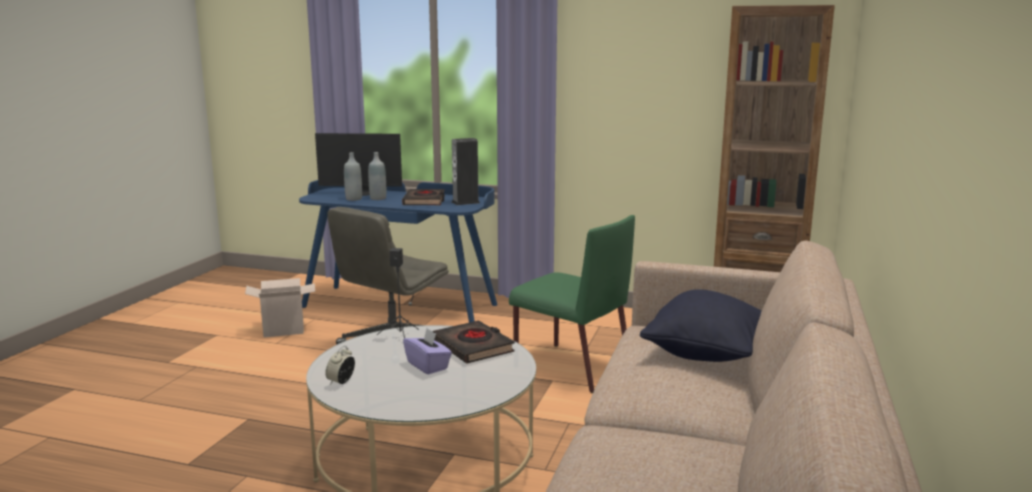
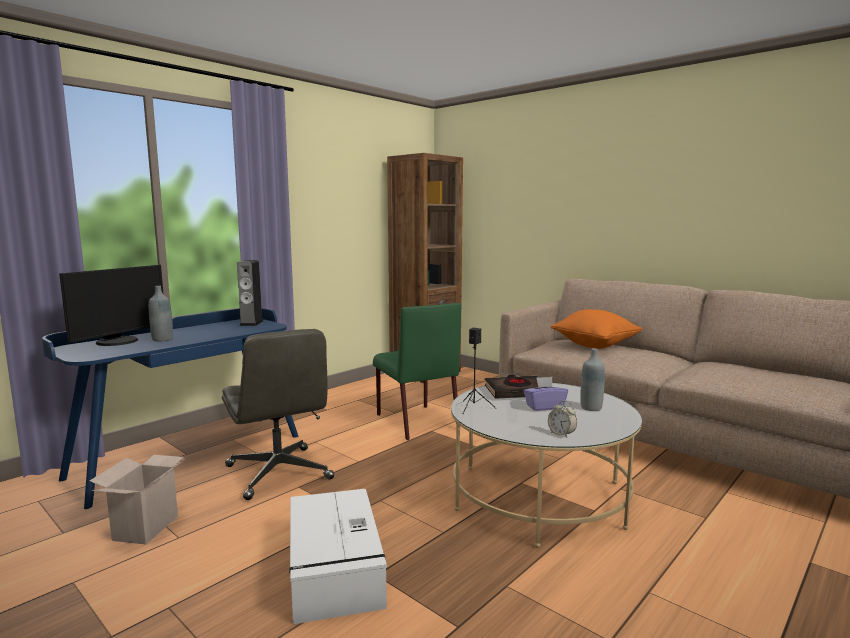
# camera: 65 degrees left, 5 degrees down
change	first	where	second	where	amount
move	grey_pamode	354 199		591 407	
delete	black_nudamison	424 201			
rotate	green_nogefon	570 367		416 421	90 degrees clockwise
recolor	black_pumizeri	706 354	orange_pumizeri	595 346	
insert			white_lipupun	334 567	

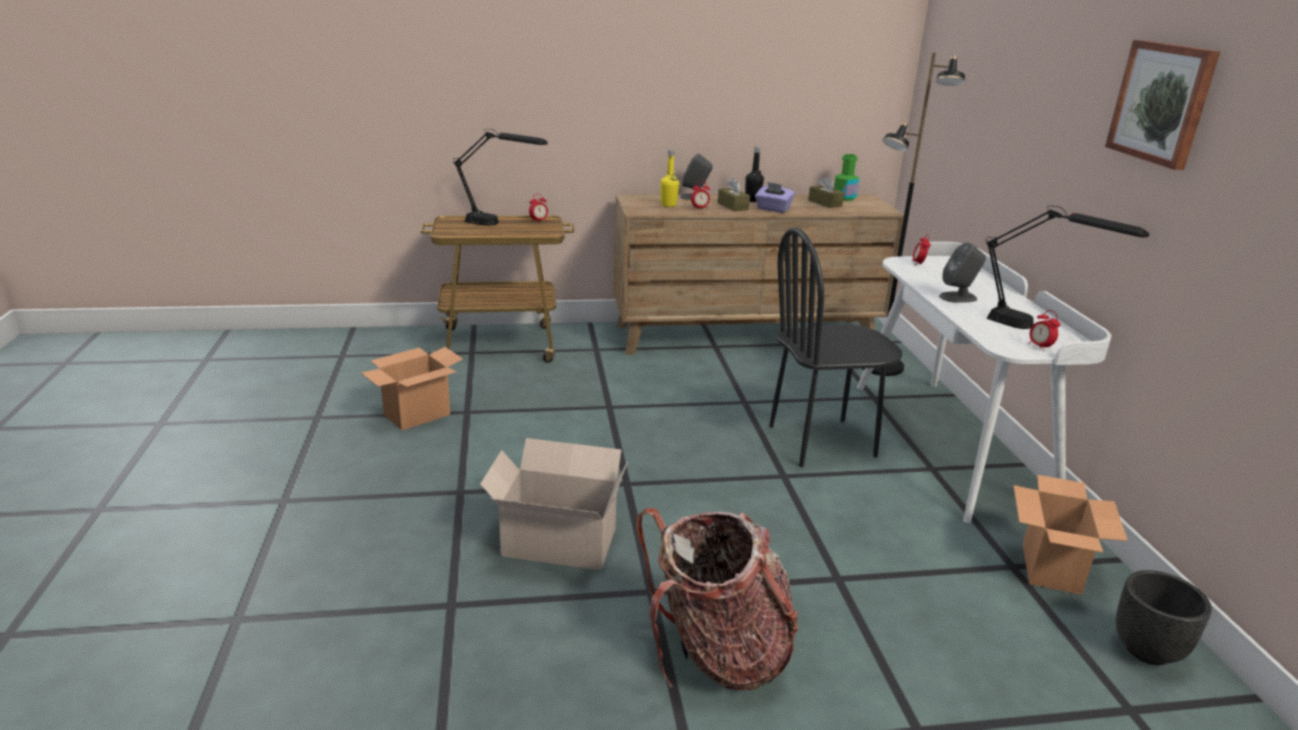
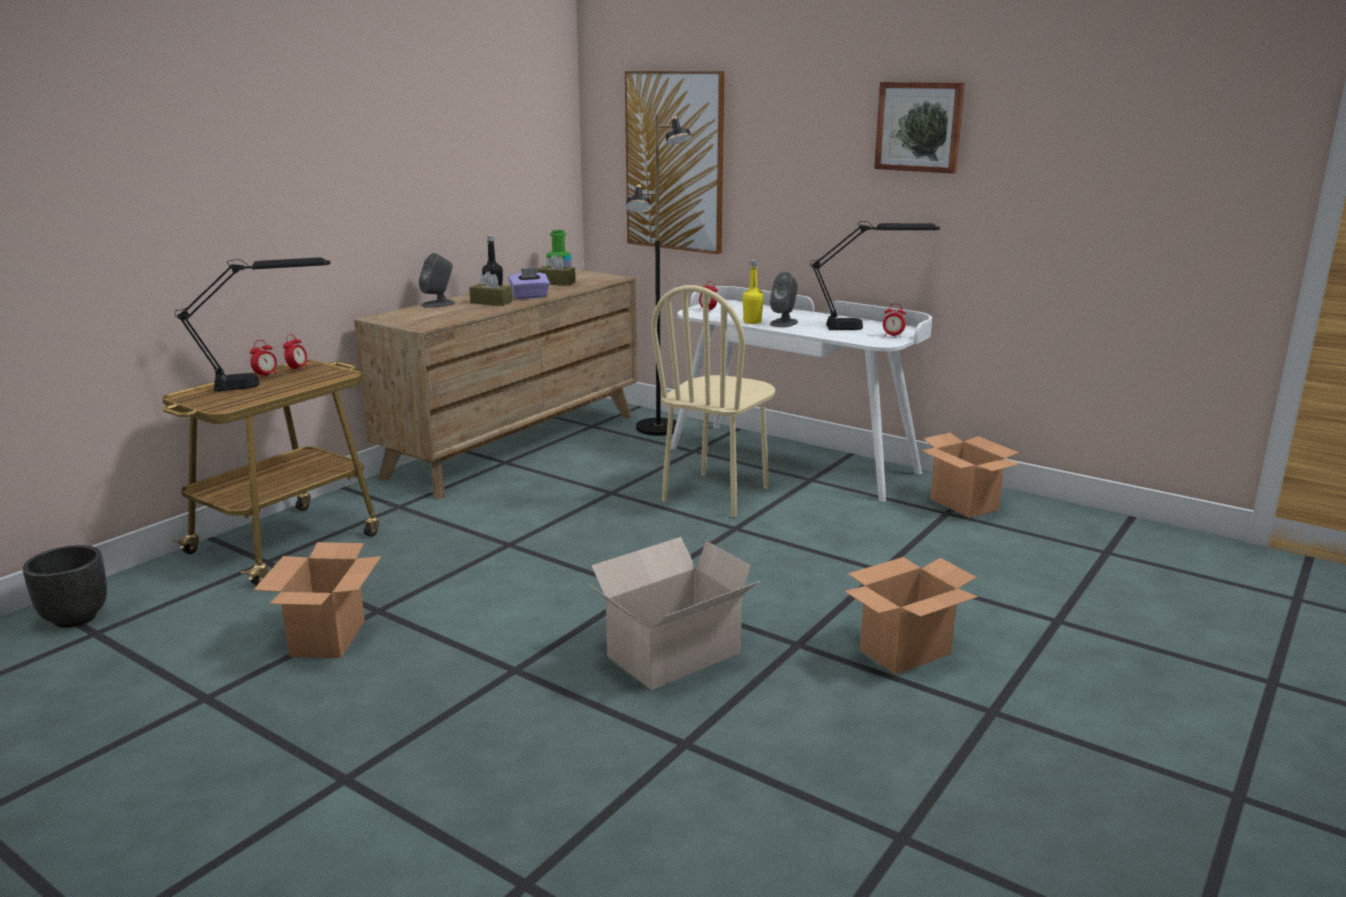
# camera: 45 degrees left, 5 degrees down
change	first	where	second	where	amount
move	yellow_pamode	668 205		752 322	
move	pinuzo	700 209		266 376	
recolor	black_nogefon	822 441	beige_nogefon	716 494	
replace	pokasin	716 654	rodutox	904 652	
move	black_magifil	1148 651		76 618	
insert			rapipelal	675 162	

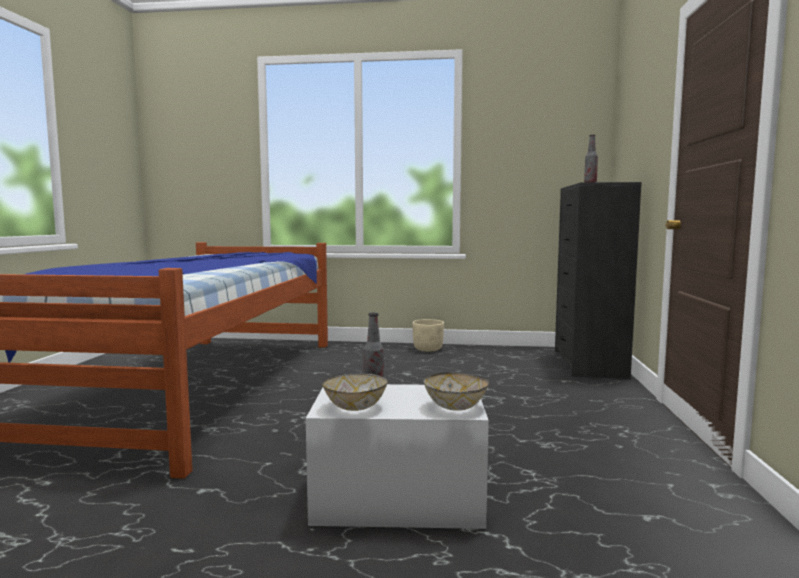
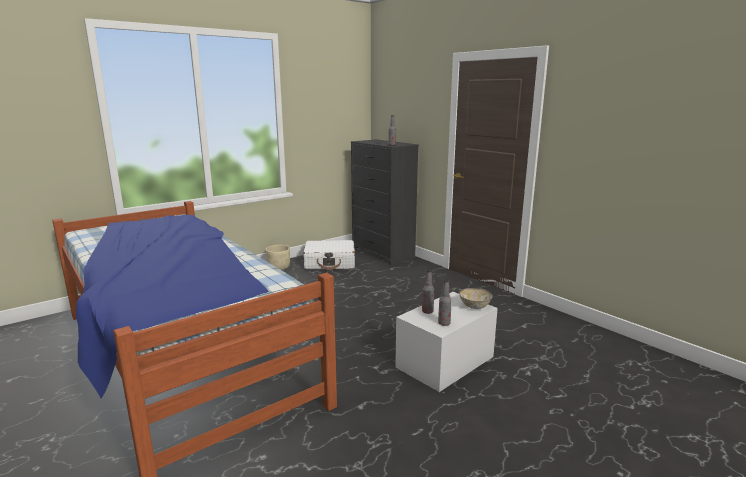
# camera: 45 degrees left, 10 degrees up
change	first	where	second	where	amount
replace	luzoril	354 407	pamode	444 323	
insert			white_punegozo	330 263	

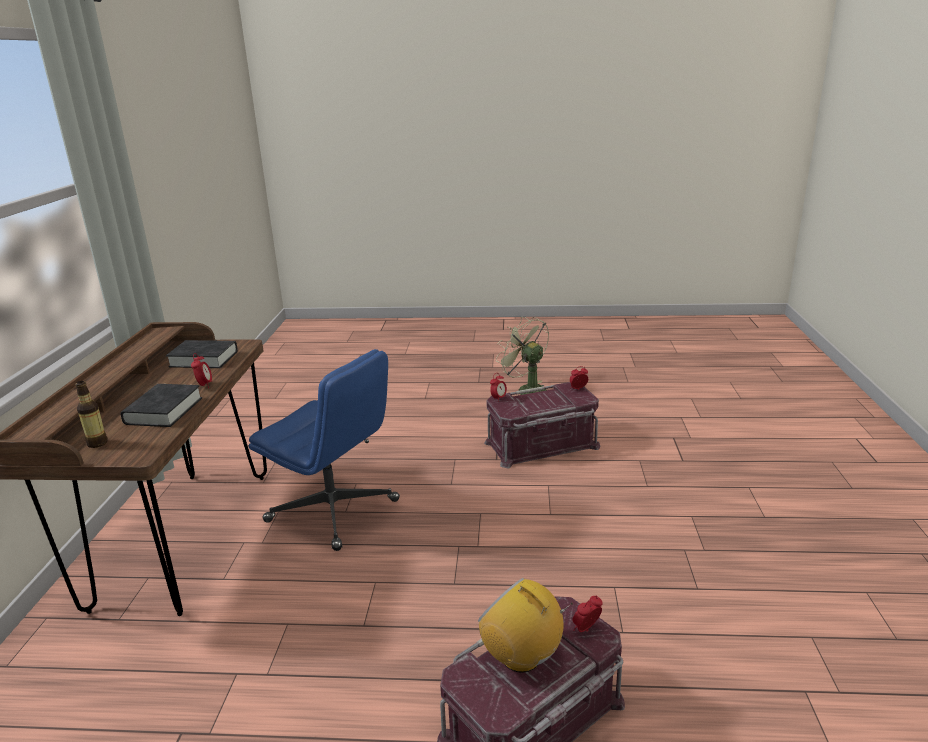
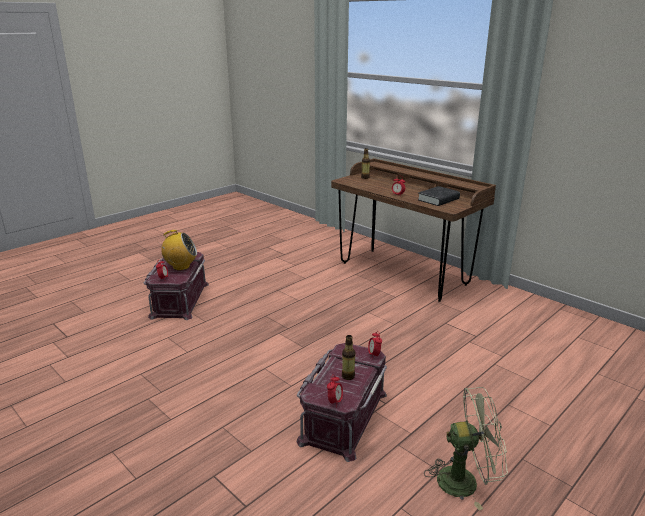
# camera: 130 degrees right, 0 degrees up
change	first	where	second	where	amount
delete	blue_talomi	334 511			
delete	black_nudamison	164 411			
insert			pamode	348 376	

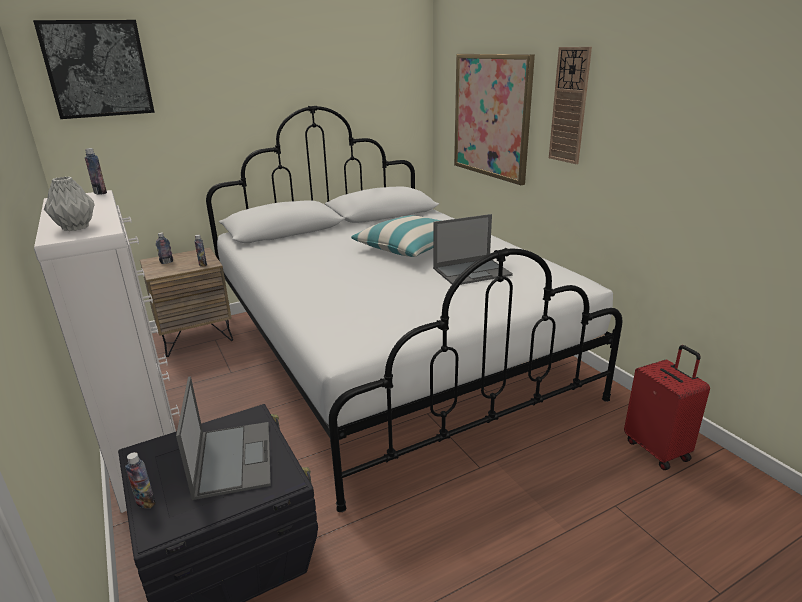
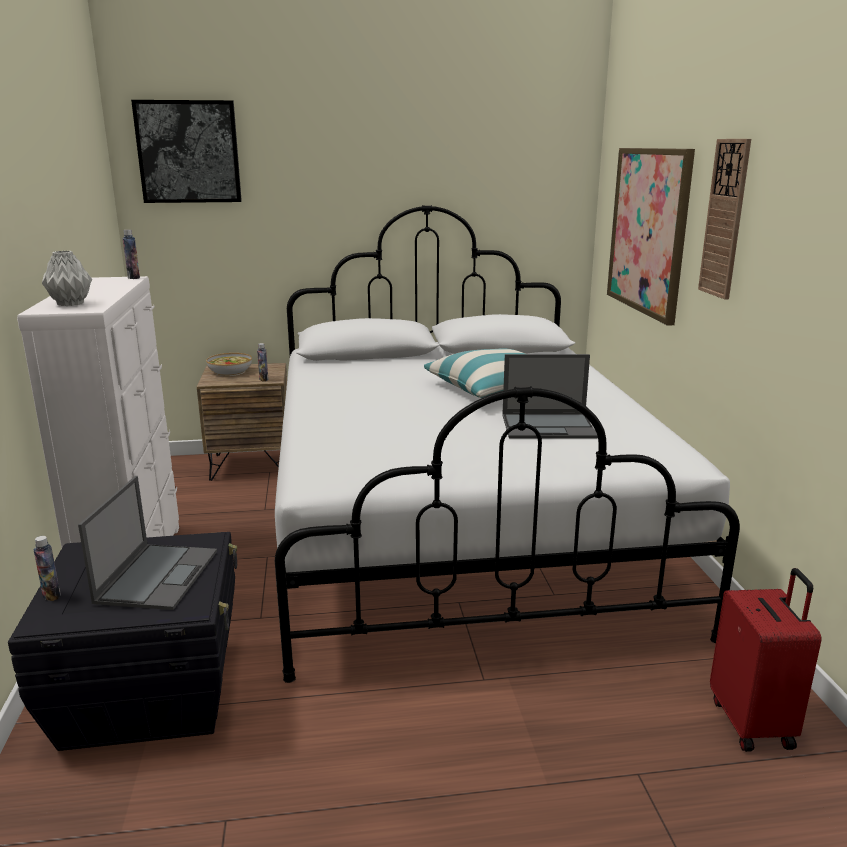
# camera: 20 degrees right, 5 degrees down
change	first	where	second	where	amount
replace	pamode	166 262	luzoril	230 372	

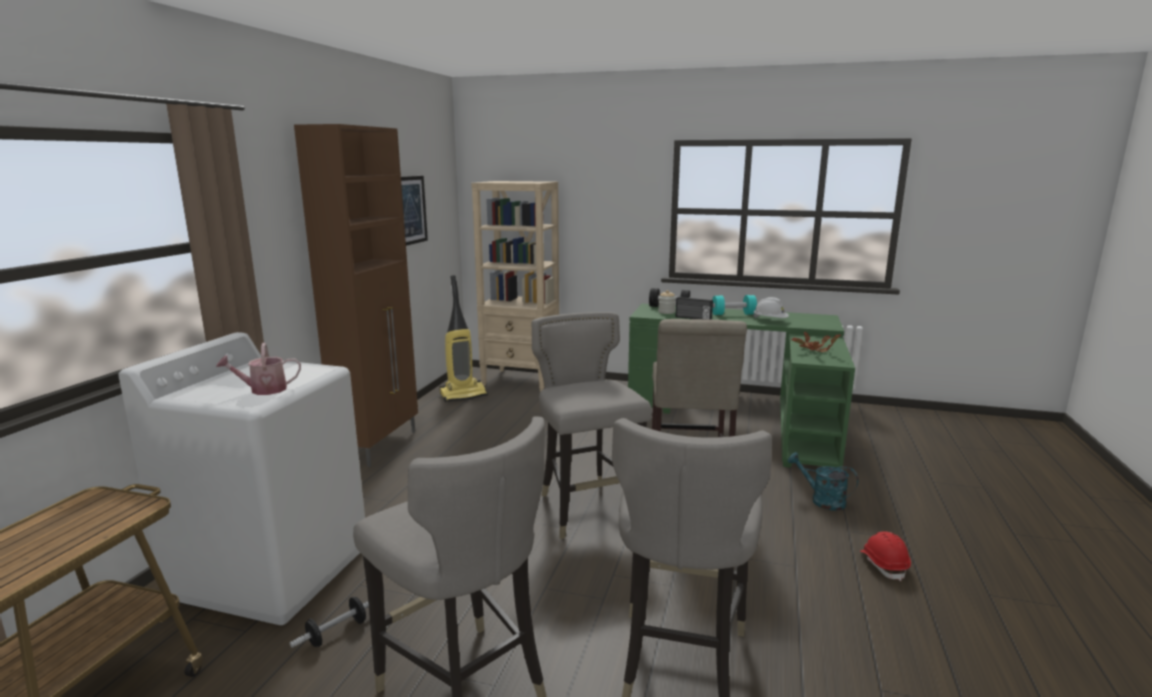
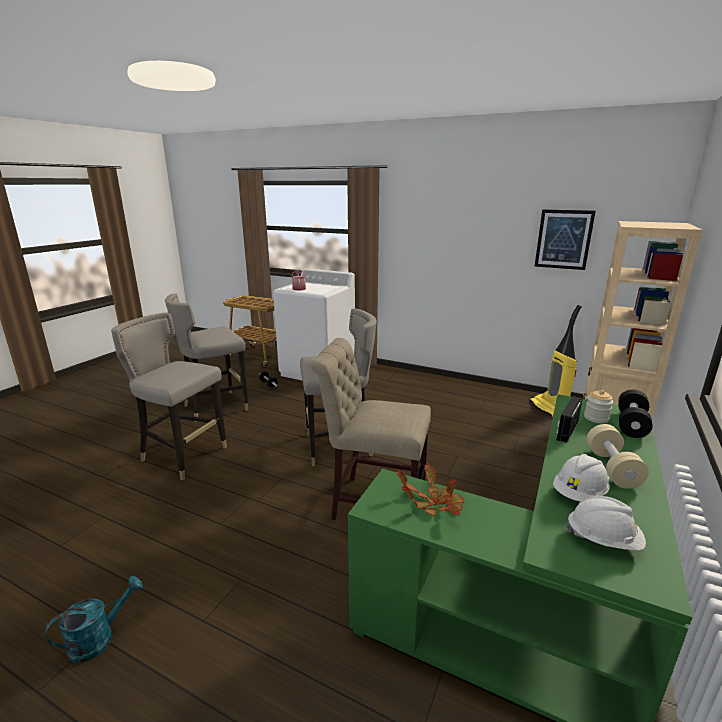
# camera: 100 degrees right, 5 degrees up
change	first	where	second	where	amount
delete	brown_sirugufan	379 445			
recolor	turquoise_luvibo	733 314	beige_luvibo	612 468	
move	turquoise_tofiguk	822 500		99 638	
delete	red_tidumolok	883 564			
insert			white_tidumolok	603 540	

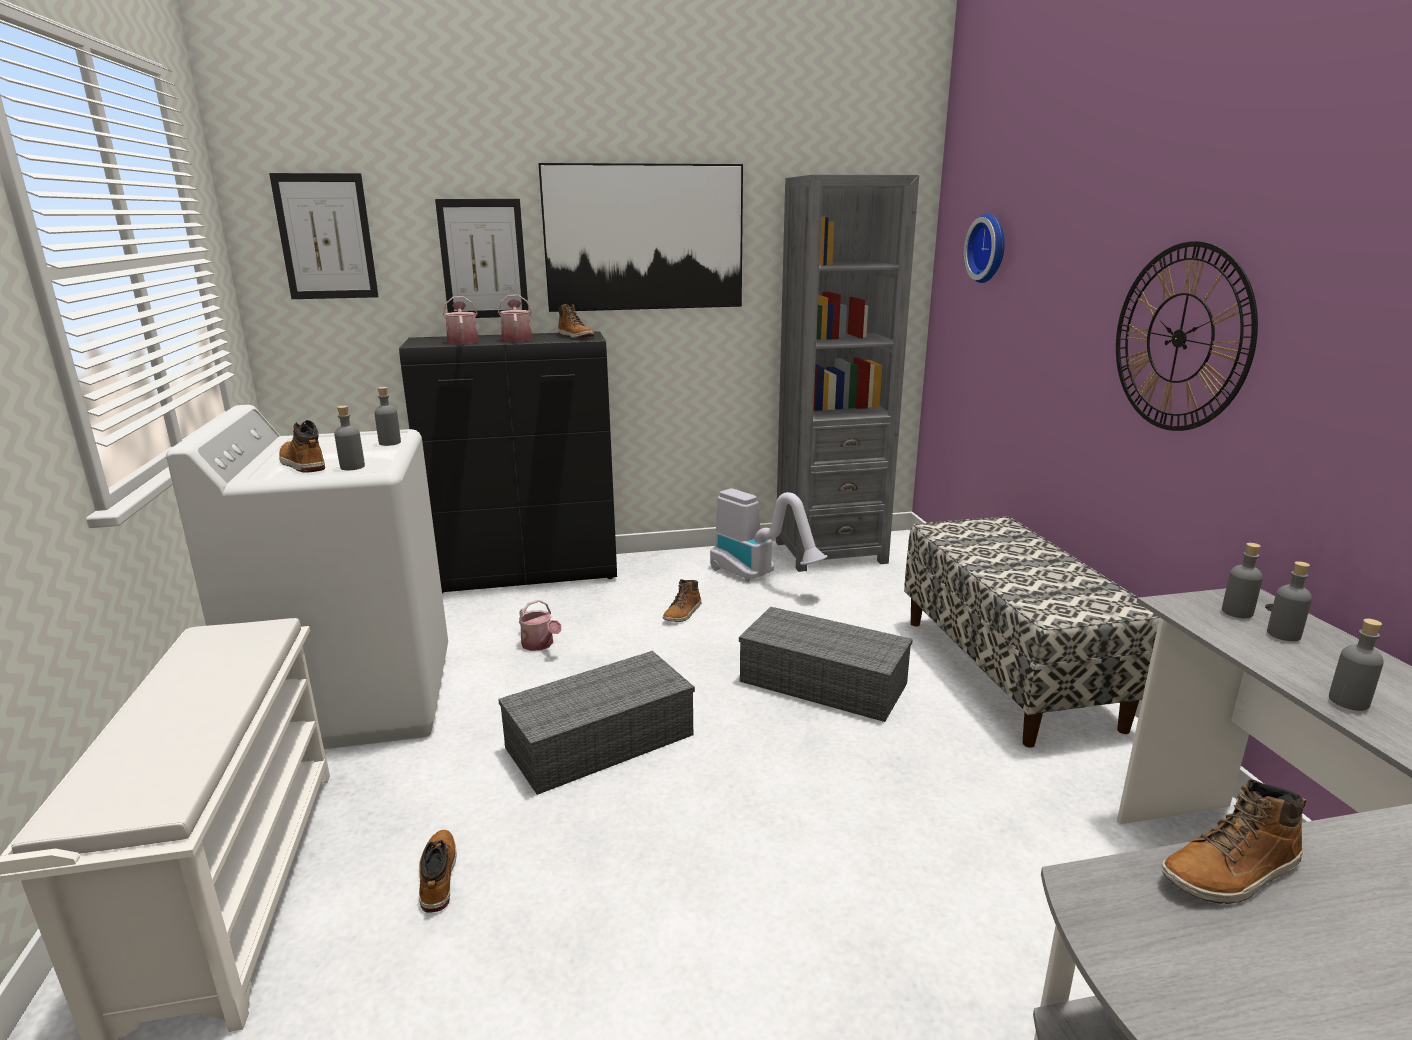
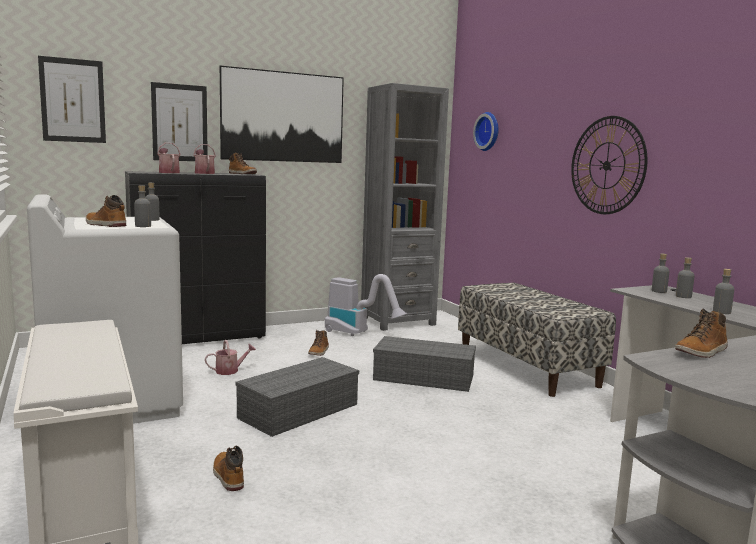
# camera: 15 degrees left, 10 degrees down
change	first	where	second	where	amount
rotate	tofiguk	540 645		230 370	60 degrees counterclockwise

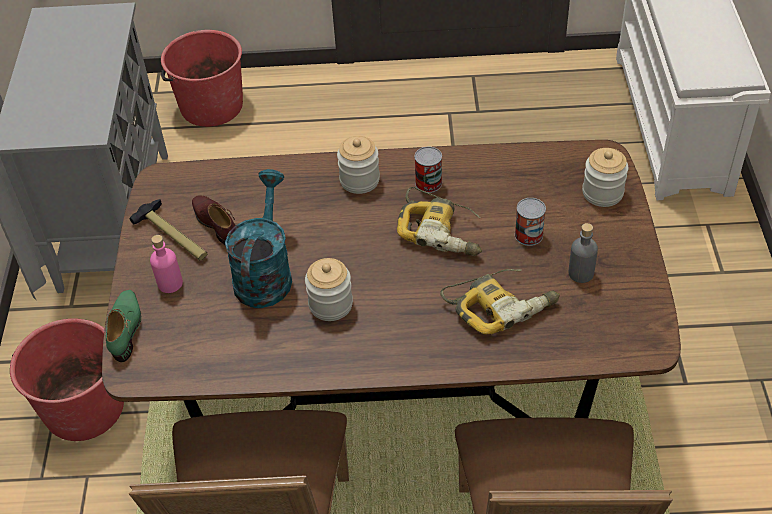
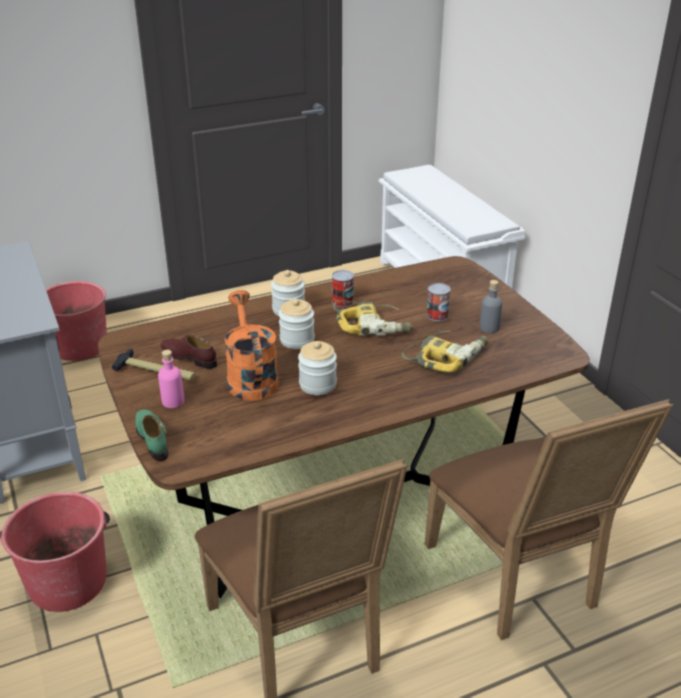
# camera: 25 degrees left, 15 degrees down
change	first	where	second	where	amount
move	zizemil	602 193		297 340	
recolor	turquoise_tofiguk	264 273	orange_tofiguk	250 378	

